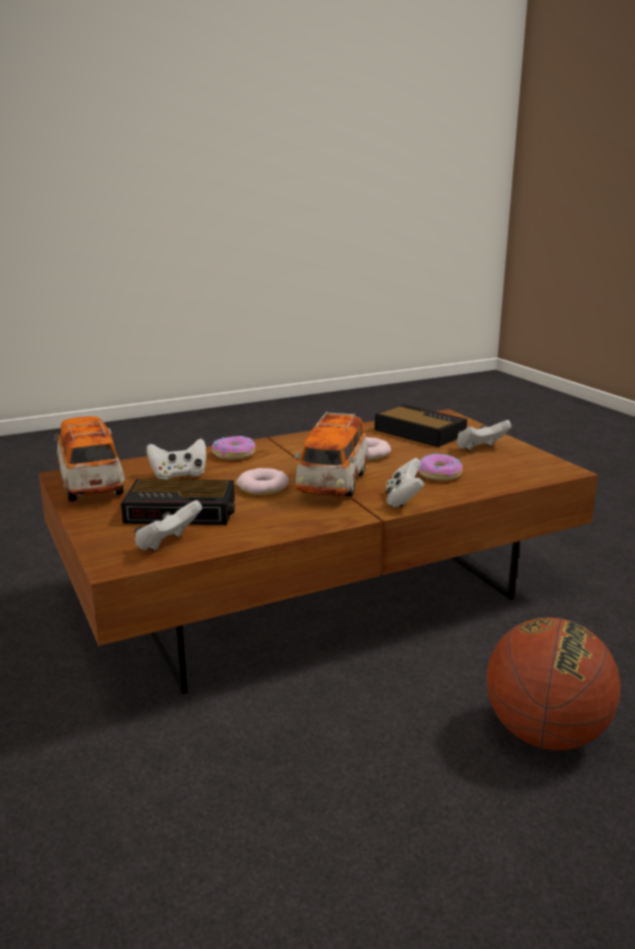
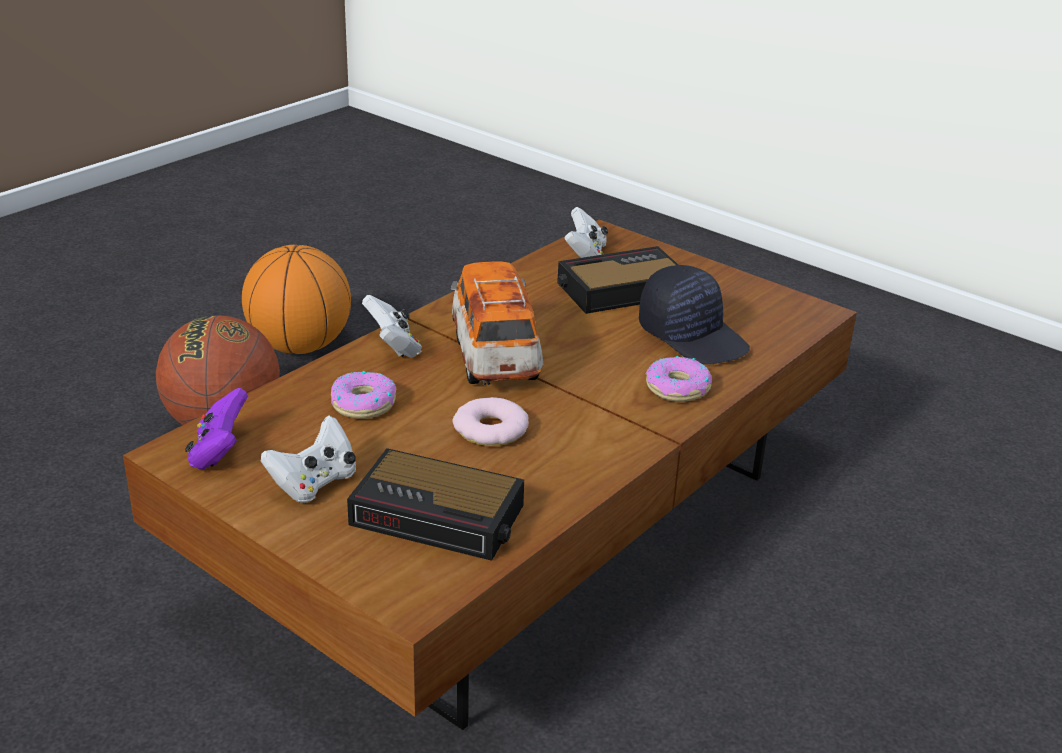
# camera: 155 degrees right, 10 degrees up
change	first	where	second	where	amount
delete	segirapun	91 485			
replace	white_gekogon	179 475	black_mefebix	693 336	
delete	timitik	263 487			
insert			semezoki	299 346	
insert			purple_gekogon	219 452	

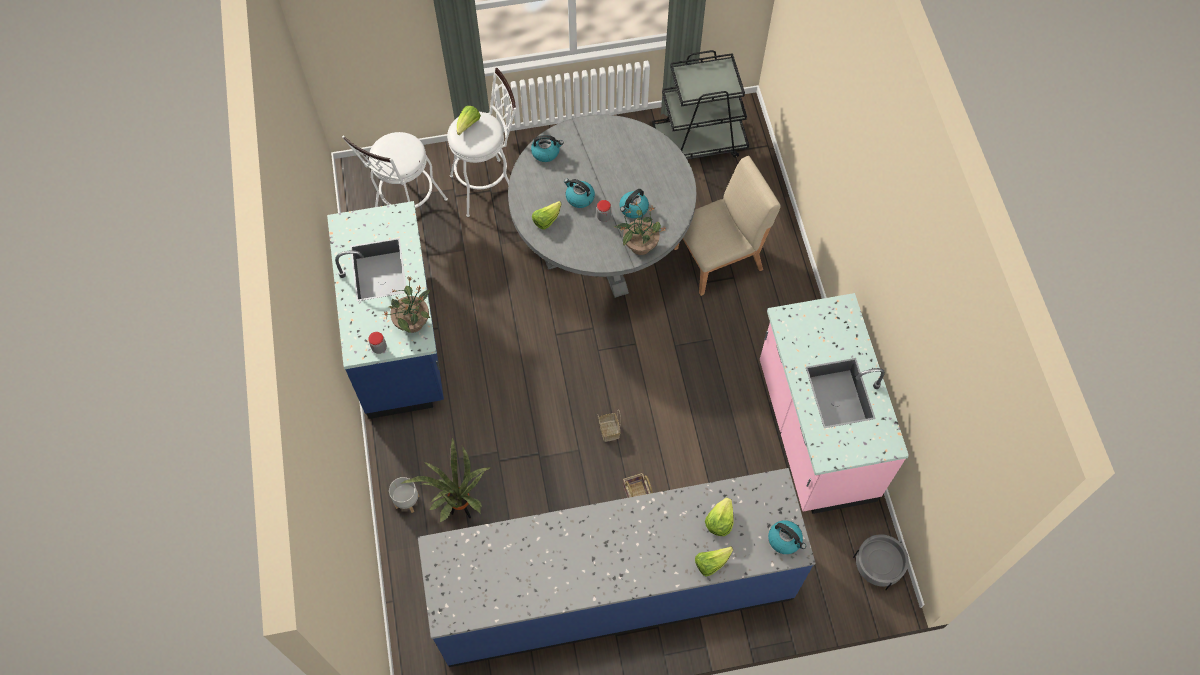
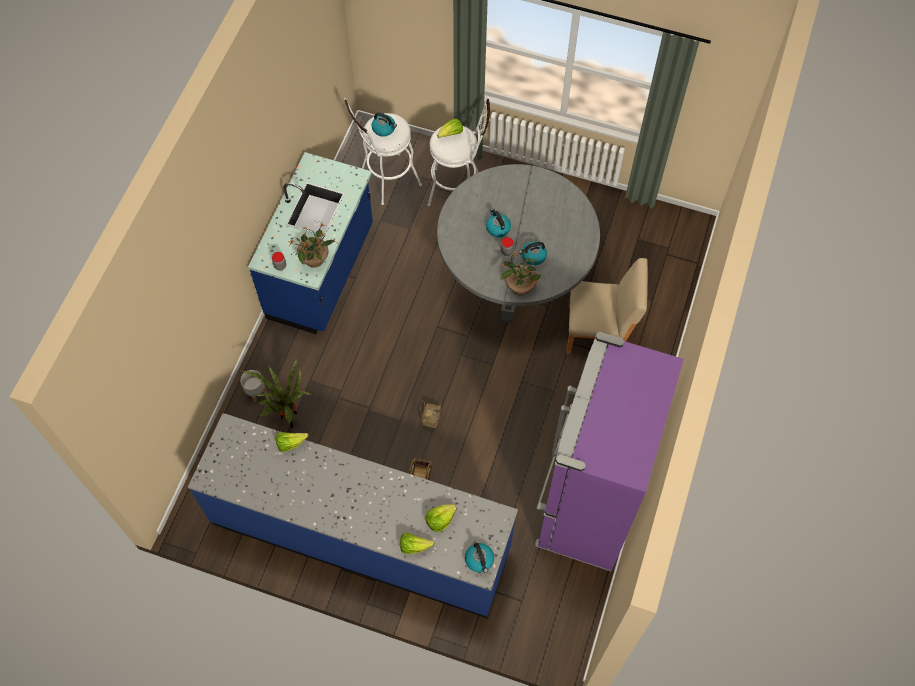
# camera: 30 degrees right, 0 degrees up
change	first	where	second	where	amount
delete	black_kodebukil	699 142			
move	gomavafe	546 152		384 129	
move	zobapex	546 220		290 443	
replace	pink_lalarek	813 432	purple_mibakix	587 503	
delete	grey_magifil	878 565			

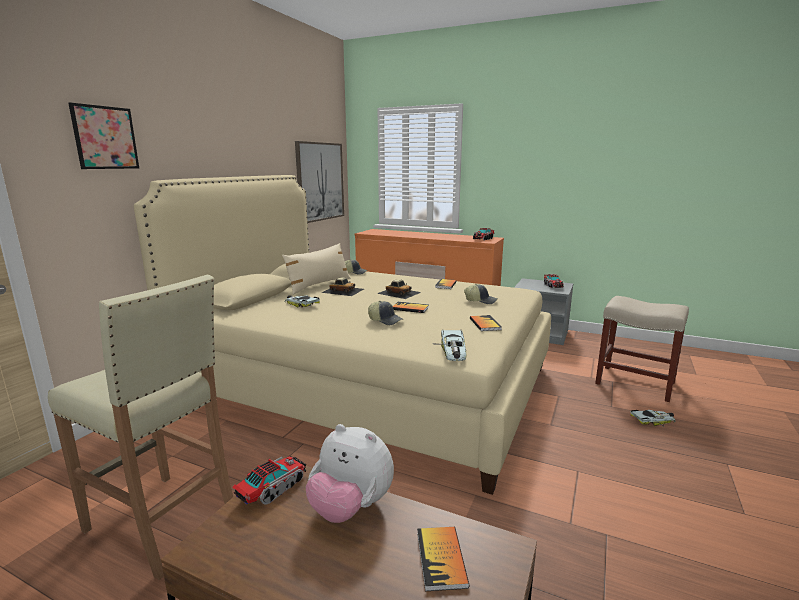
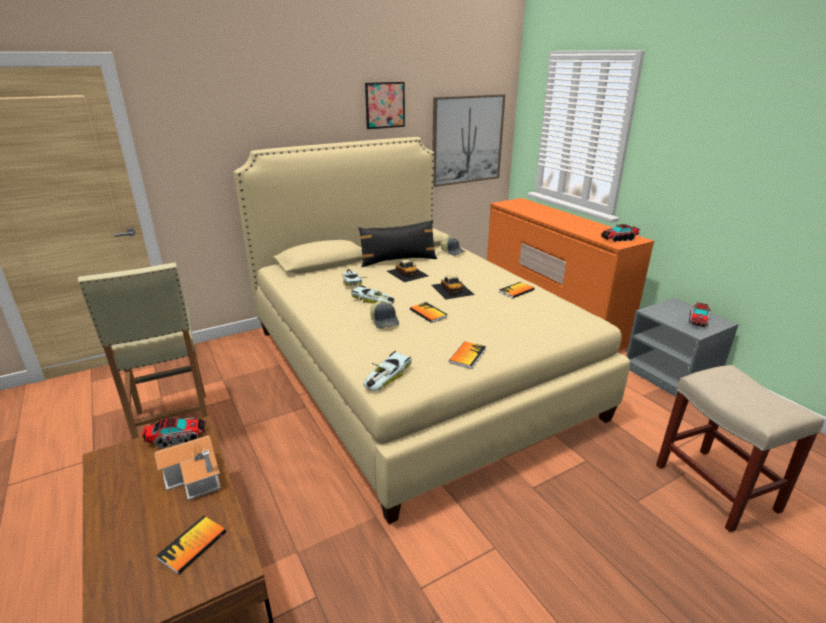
# camera: 35 degrees right, 10 degrees up
change	first	where	second	where	amount
move	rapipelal	105 137		385 105	
recolor	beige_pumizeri	318 285	black_pumizeri	398 260	
delete	mefebix	481 301			
move	segirapun	654 420		373 300	
replace	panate	351 507	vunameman	196 477	

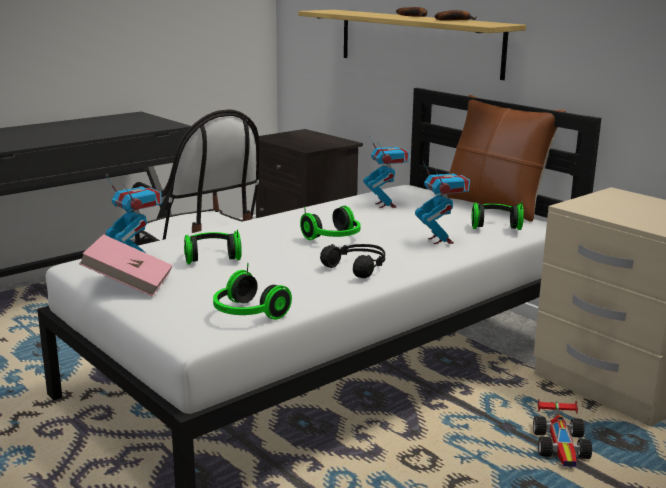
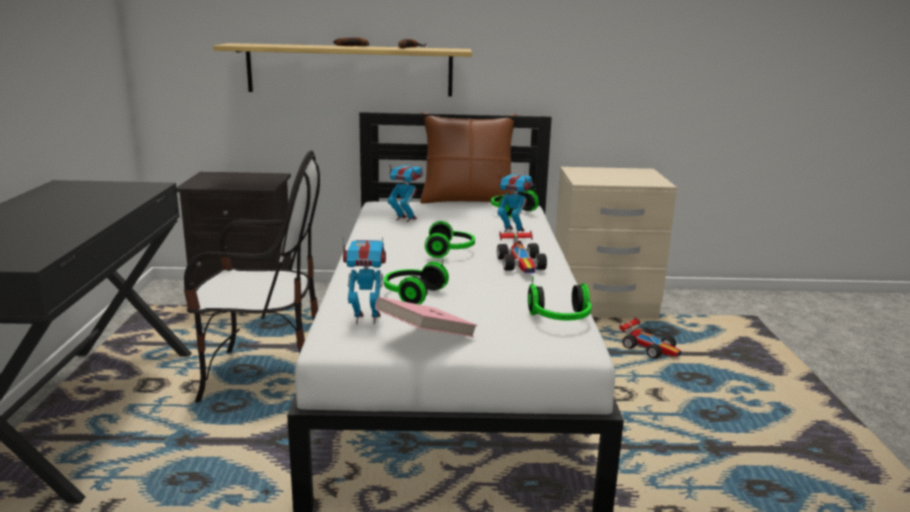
# camera: 50 degrees left, 0 degrees up
change	first	where	second	where	amount
replace	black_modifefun	358 267	segirapun	522 264	

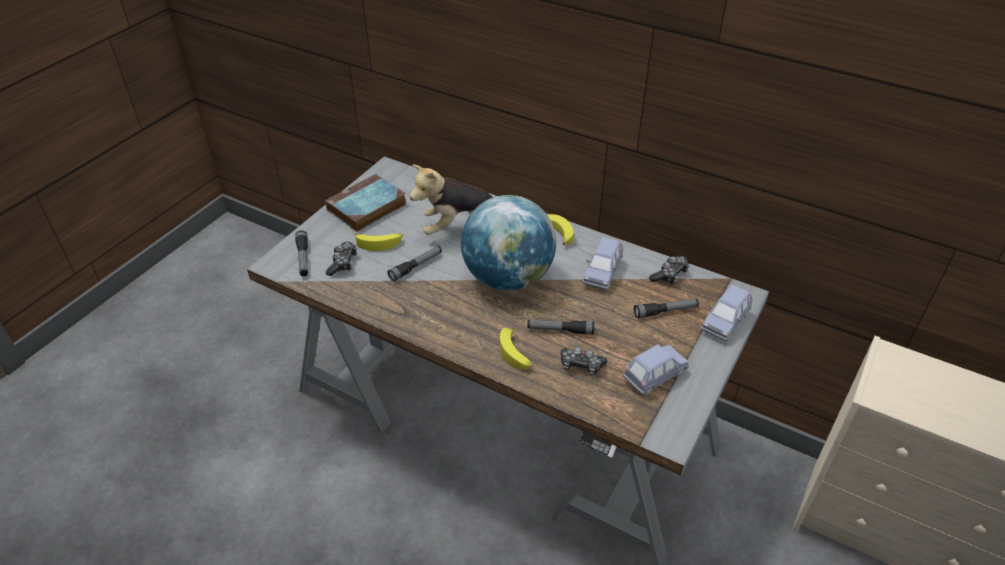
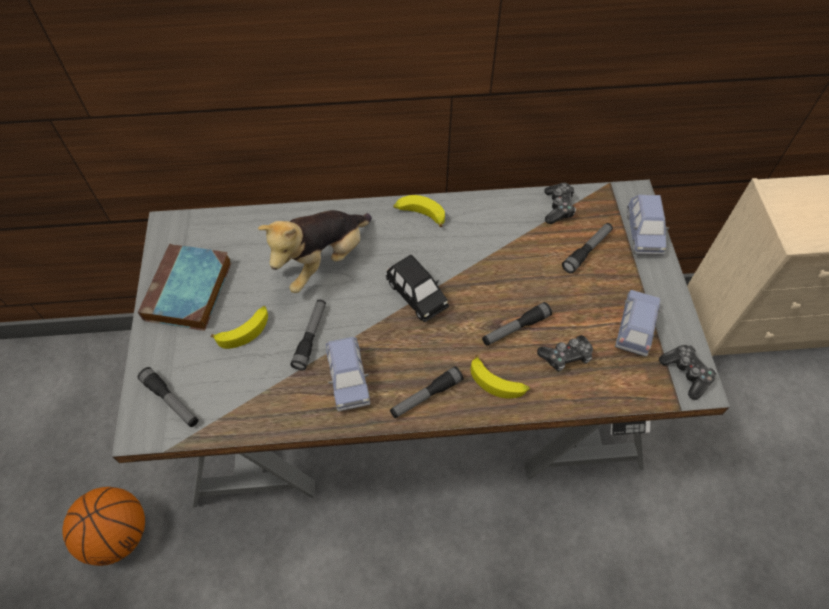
# camera: 35 degrees left, 15 degrees up
change	first	where	second	where	amount
replace	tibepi	508 278	black_segirapun	416 296	
move	blue_segirapun	602 273		348 379	
move	gekogon	343 263		686 373	
insert			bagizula	426 396	
insert			semezoki	118 535	

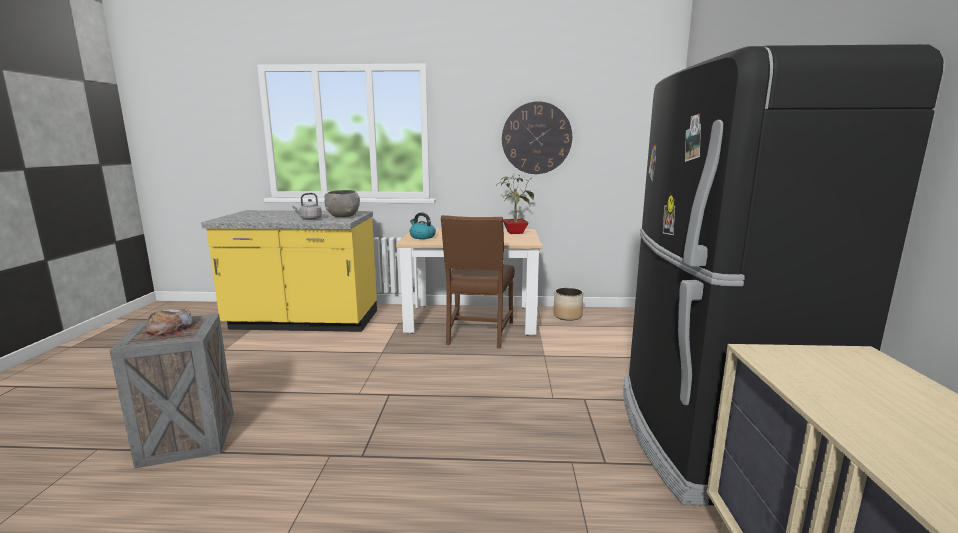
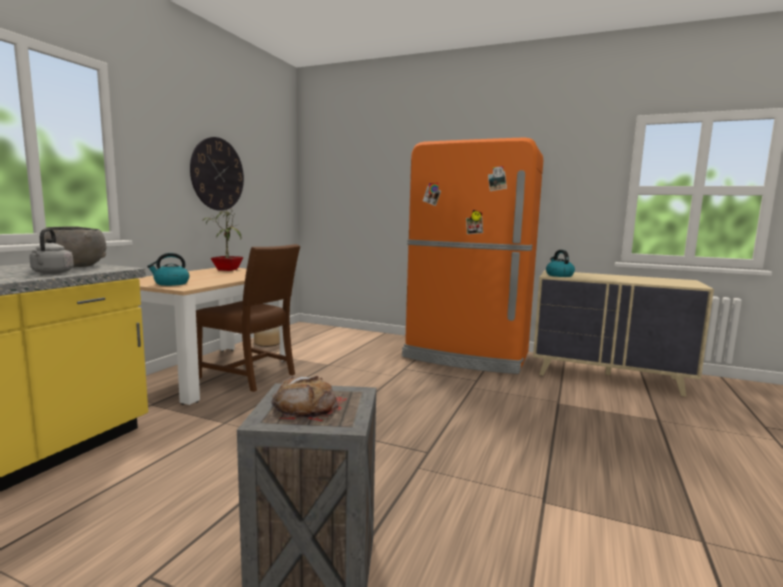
# camera: 70 degrees left, 5 degrees down
change	first	where	second	where	amount
recolor	black_mibakix	708 439	orange_mibakix	467 356	
insert			gomavafe	559 275	

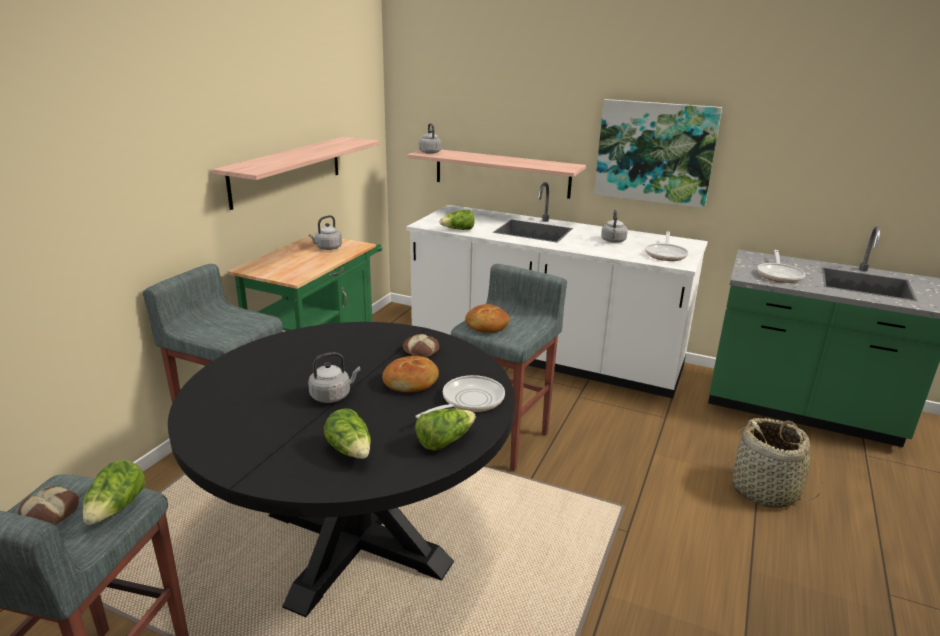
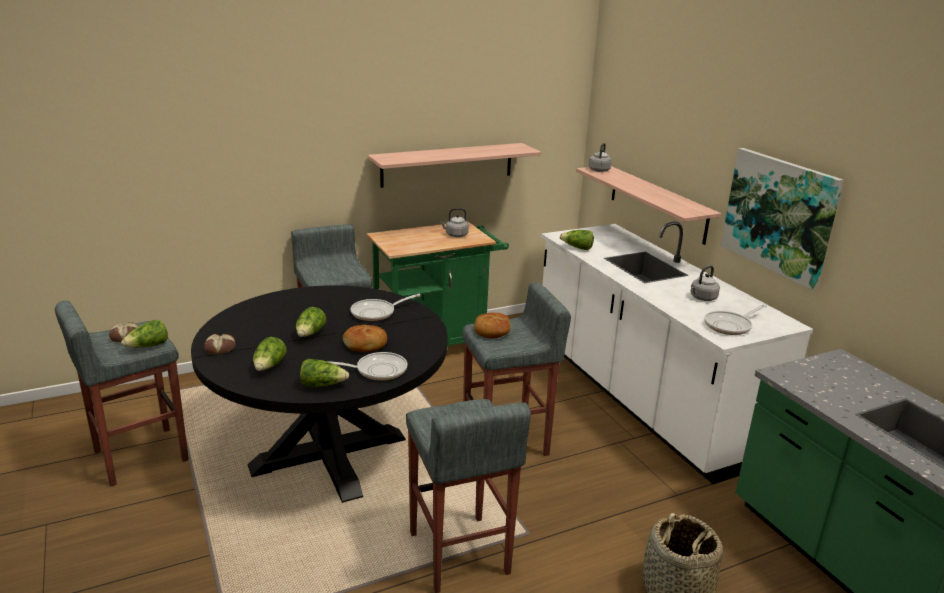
# camera: 40 degrees right, 0 degrees up
change	first	where	second	where	amount
move	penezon	779 275		376 313	
move	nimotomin	421 350		220 348	
replace	grey_gomavafe	332 396	zobapex	310 334	
insert			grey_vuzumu	458 554	

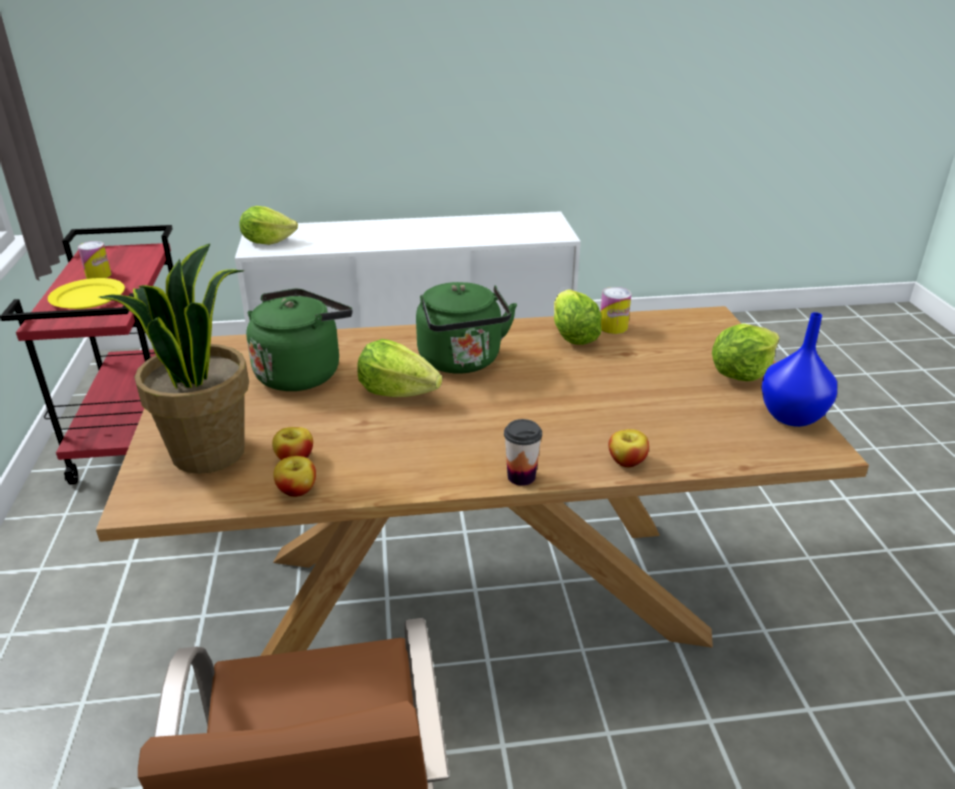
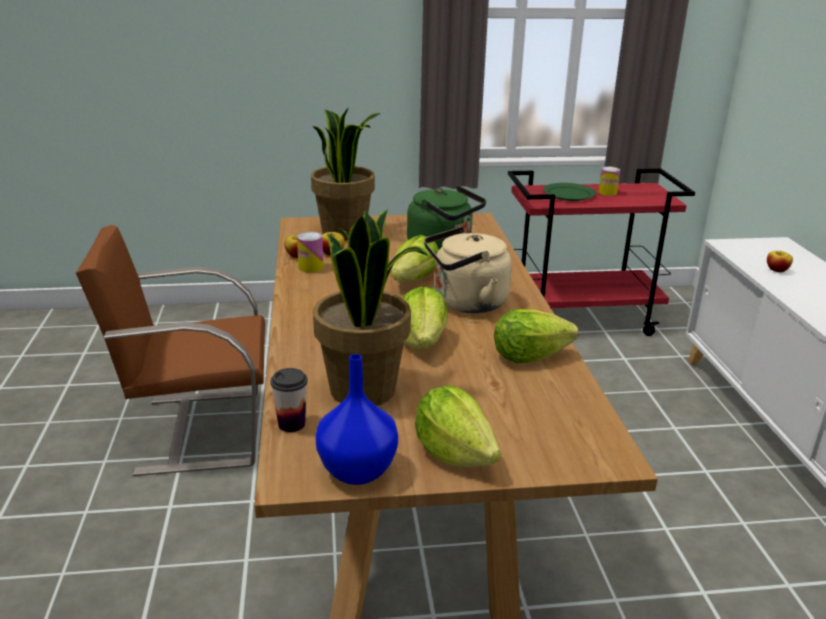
# camera: 90 degrees right, 5 degrees down
change	first	where	second	where	amount
move	zobapex	267 241		422 341	
recolor	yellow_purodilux	87 297	green_purodilux	569 194	
recolor	green_gomavafe	462 362	beige_gomavafe	466 303	
move	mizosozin	613 327		311 267	
move	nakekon	521 477		291 424	
move	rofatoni	627 461		777 270	
insert			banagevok	364 390	

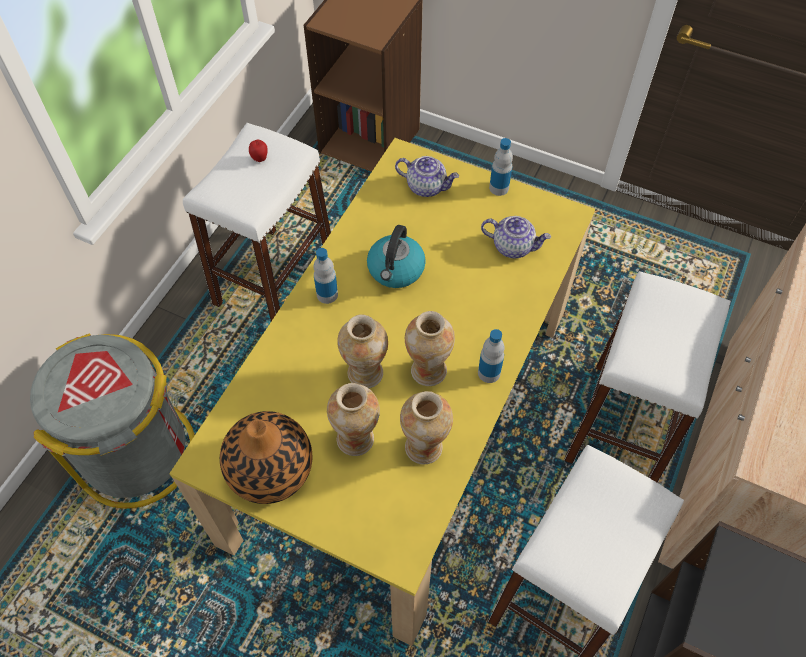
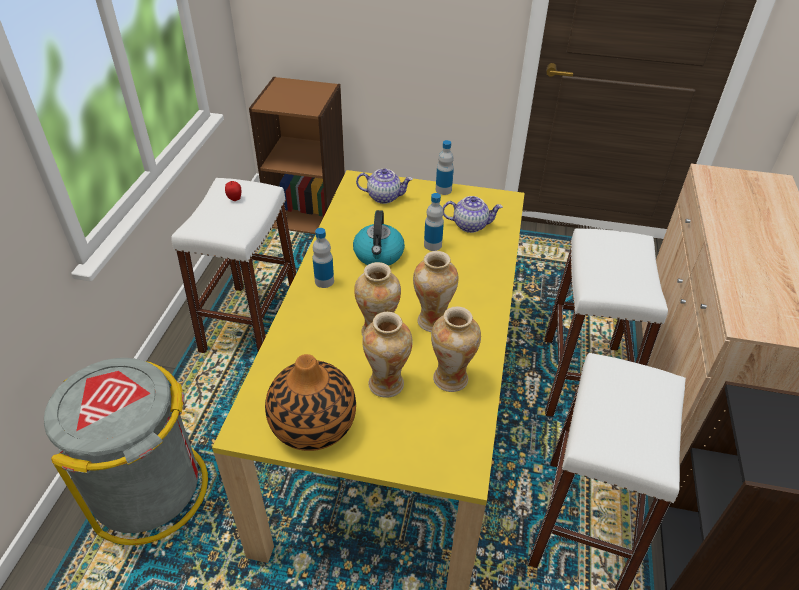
# camera: 15 degrees left, 15 degrees down
change	first	where	second	where	amount
move	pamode	489 373		432 245	

